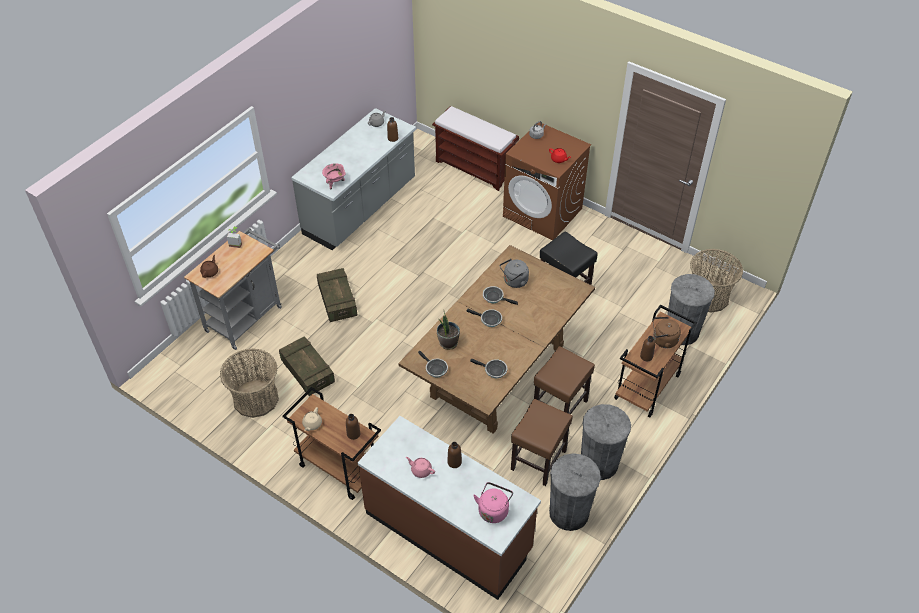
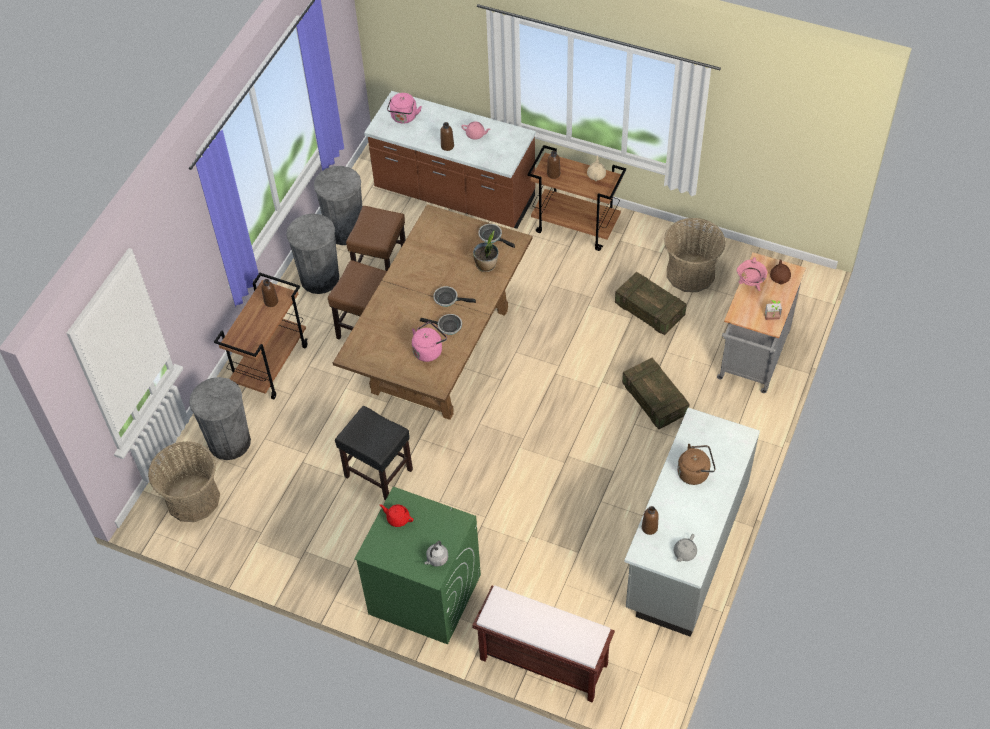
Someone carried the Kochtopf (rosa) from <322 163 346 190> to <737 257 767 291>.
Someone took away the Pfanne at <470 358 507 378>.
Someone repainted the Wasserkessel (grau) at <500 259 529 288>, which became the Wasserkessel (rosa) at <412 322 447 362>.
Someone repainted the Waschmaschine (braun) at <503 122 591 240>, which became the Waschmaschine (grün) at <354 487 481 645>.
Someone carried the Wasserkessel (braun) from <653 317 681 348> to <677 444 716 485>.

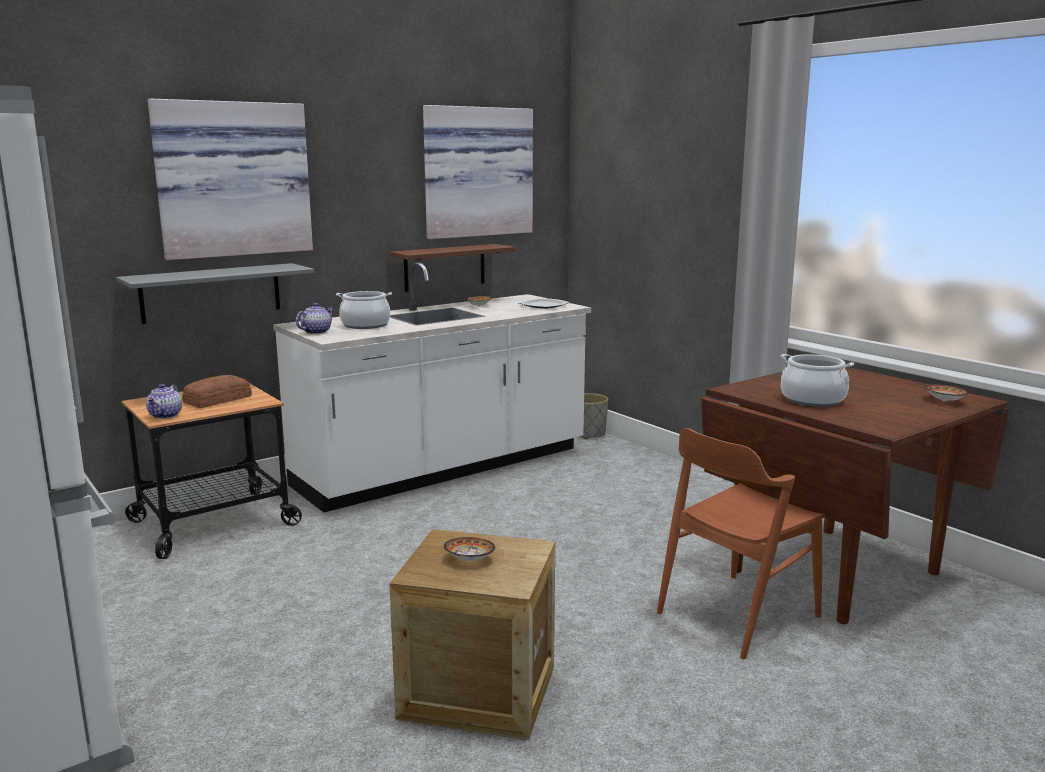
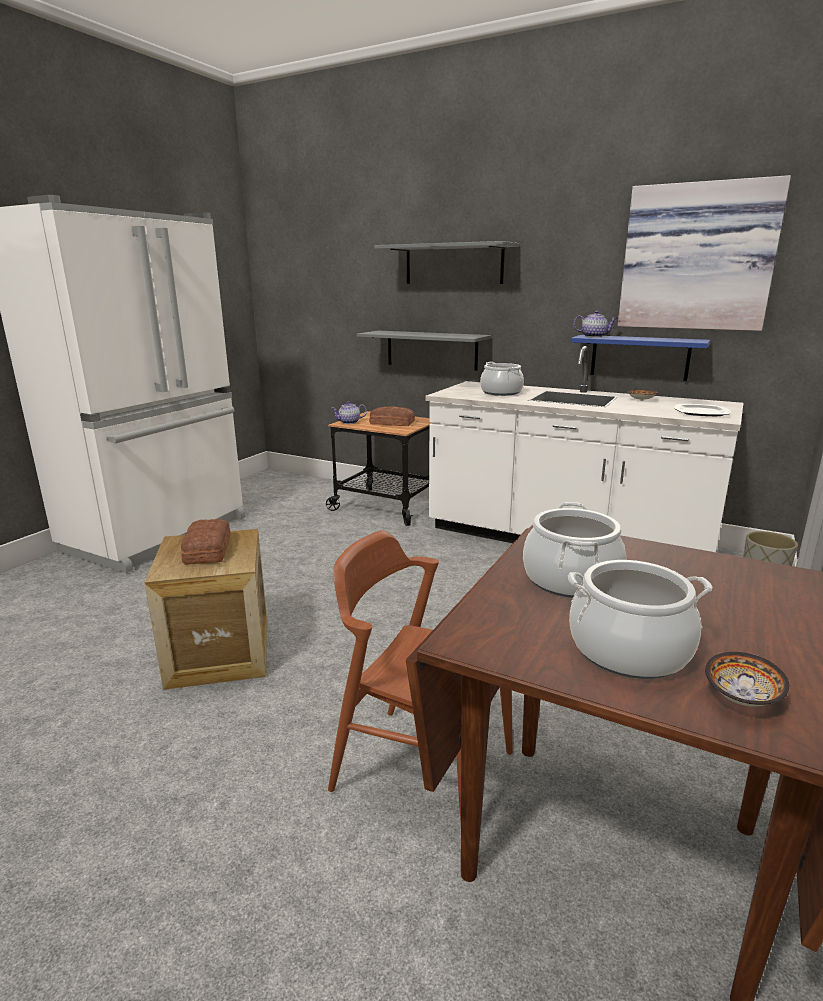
Someone swapped the Bild at <148 99 313 260> for the Wandregal (grau) at <374 241 519 284>.
Someone carried the Teekanne from <296 303 335 334> to <573 311 617 338>.
Someone repainted the Wandregal (braun) at <390 244 516 292>, which became the Wandregal (blau) at <571 335 711 381>.
Someone swapped the Schüssel at <444 537 495 561> for the Brot at <181 519 231 565>.
Someone put down the Kochtopf at <568 560 712 679>.

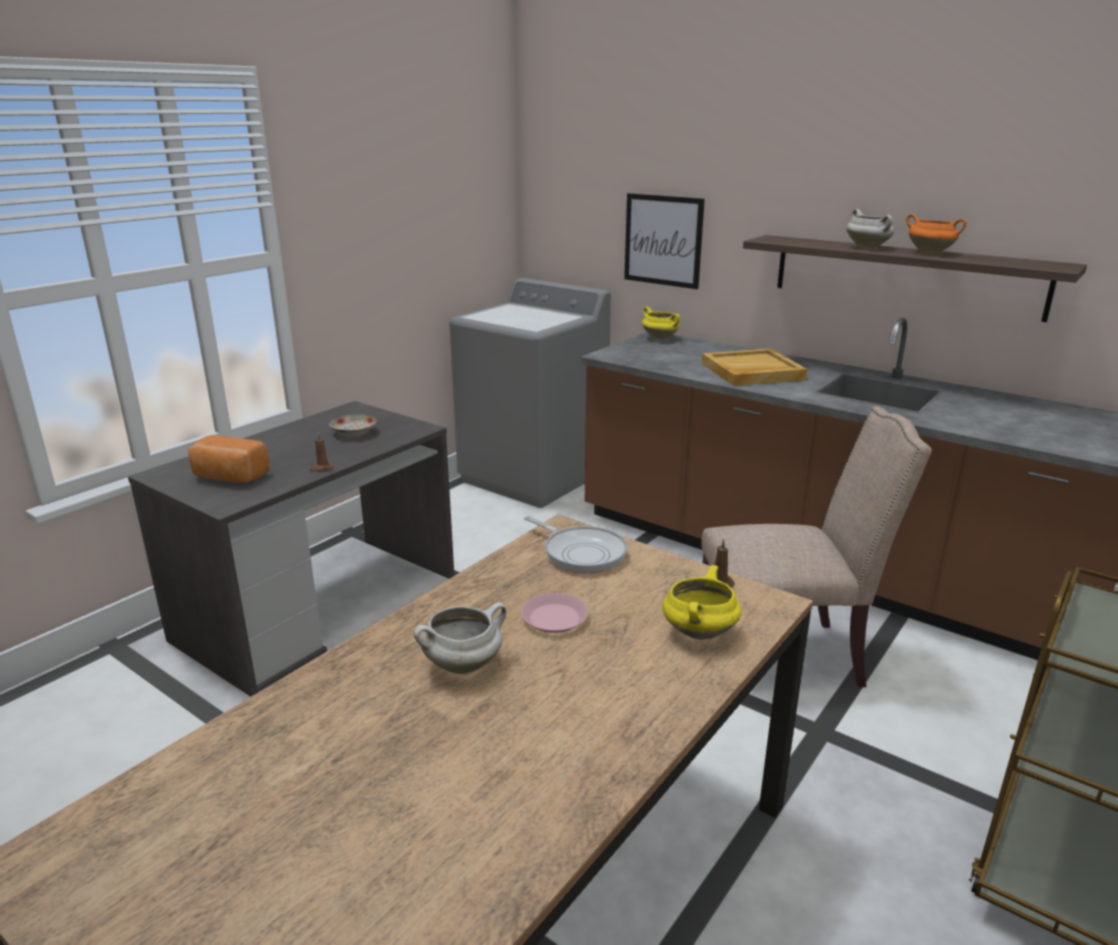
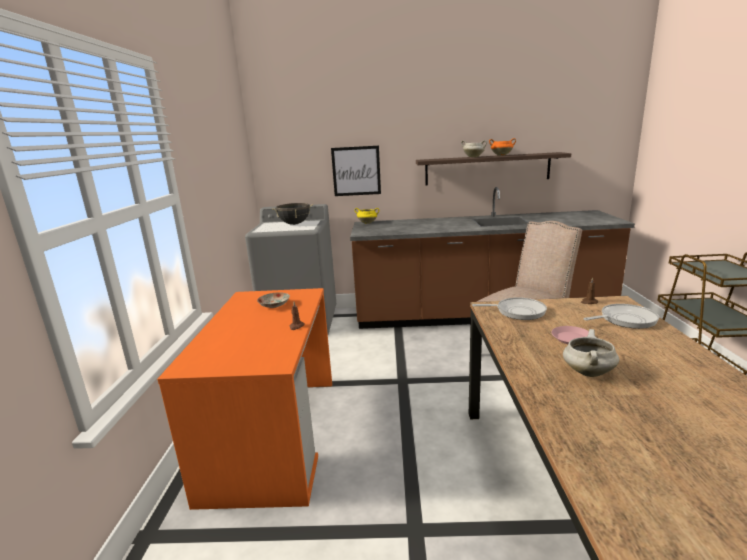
Someone repainted the Schreibtisch (grau) at <128 401 454 697>, which became the Schreibtisch (orange) at <157 288 332 510>.
Someone took away the Brot at <188 435 269 483>.
Someone swapped the Kochtopf (gelb) at <663 565 741 640> for the Pfanne at <583 304 659 329>.
Someone took away the Tablett (beige) at <701 349 807 386>.
Someone put down the Kochtopf (schwarz) at <272 203 313 225>.

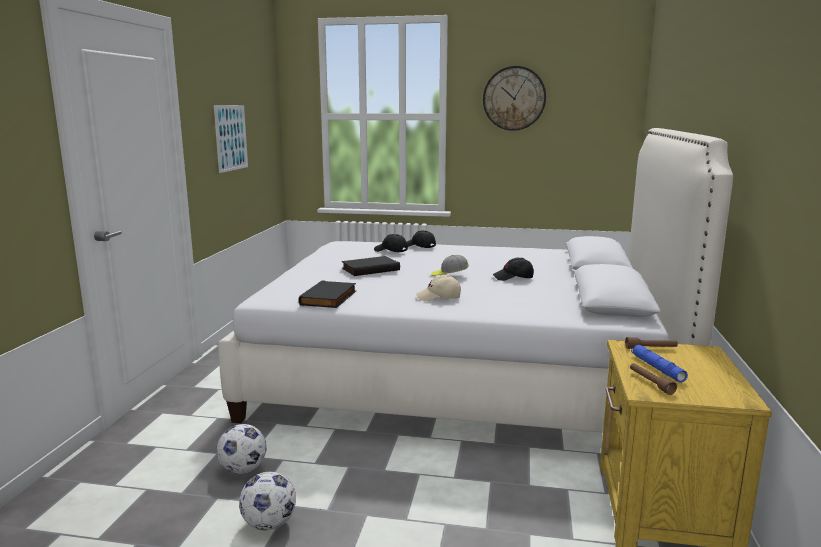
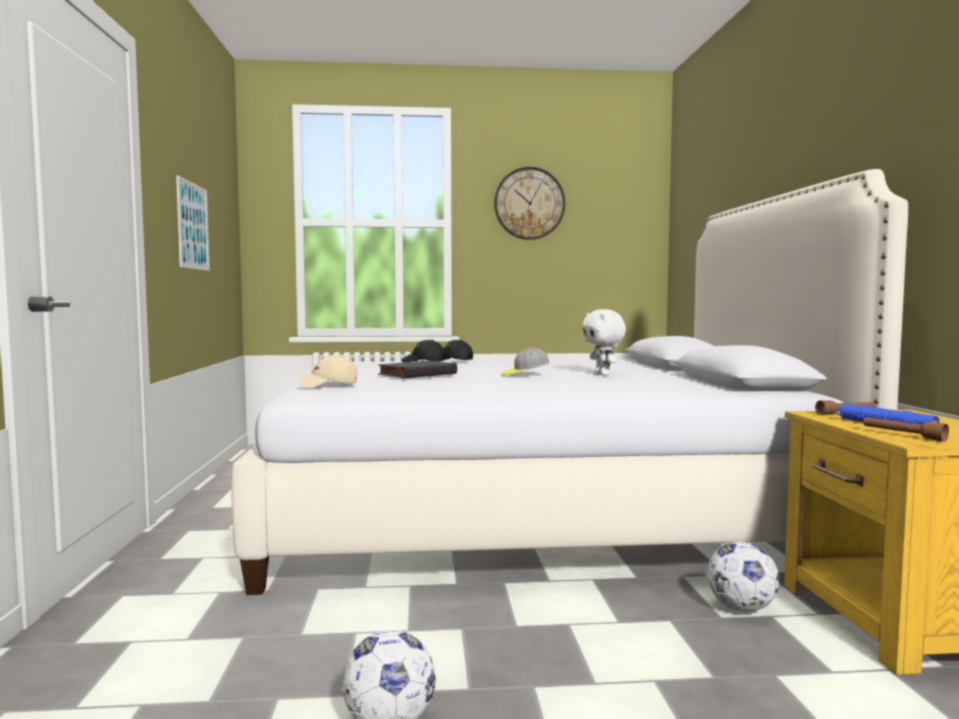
Someone carried the Fußball from <217 424 267 474> to <707 541 780 612>.
Someone took away the Buch (schwarz) at <299 280 356 308>.
Someone carried the Kappe (beige) from <416 275 461 301> to <298 355 358 388>.
Someone swapped the Kappe (schwarz) at <493 258 534 281> for the Plüschtier (weiß) at <582 309 626 375>.

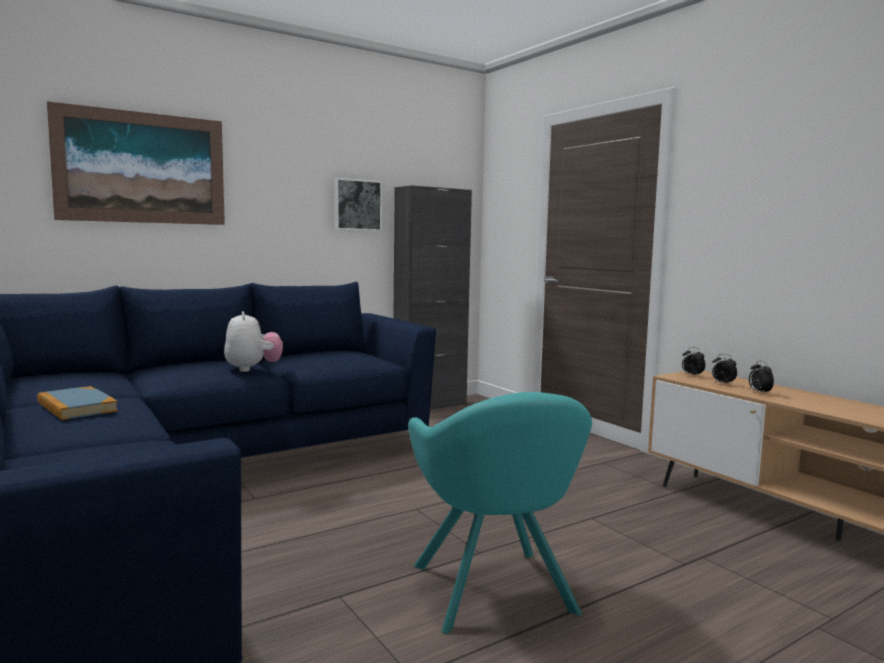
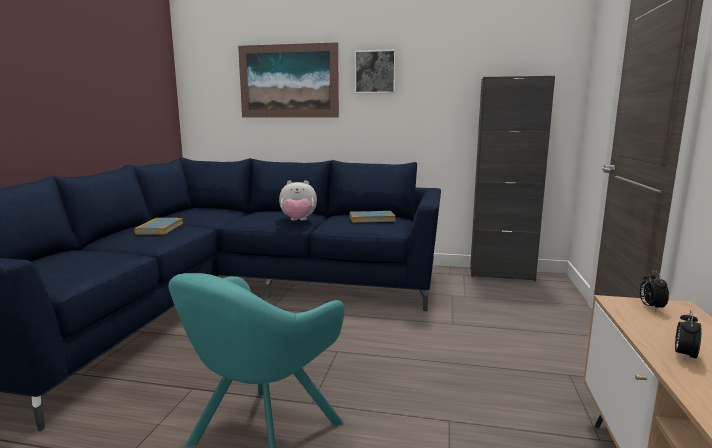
Someone rotated the Plüschtier at <224 311 283 372> by 60 degrees clockwise.
Someone carried the Bild from <334 178 382 231> to <355 49 396 94>.
Someone took away the Wecker at <712 354 737 385>.
Someone put down the Buch at <350 211 396 223>.

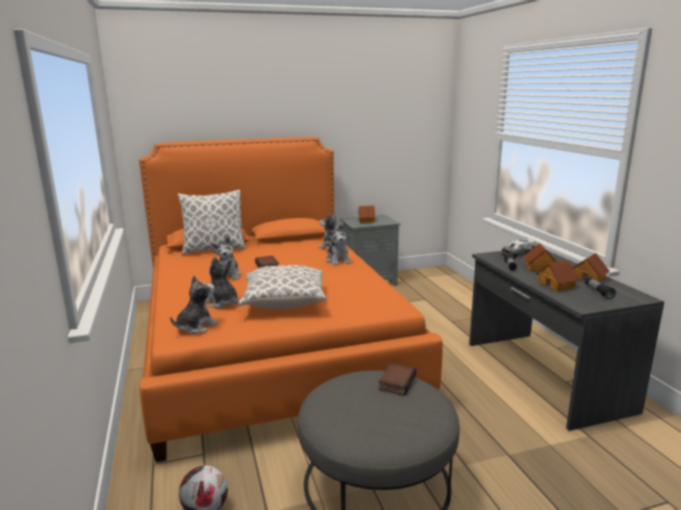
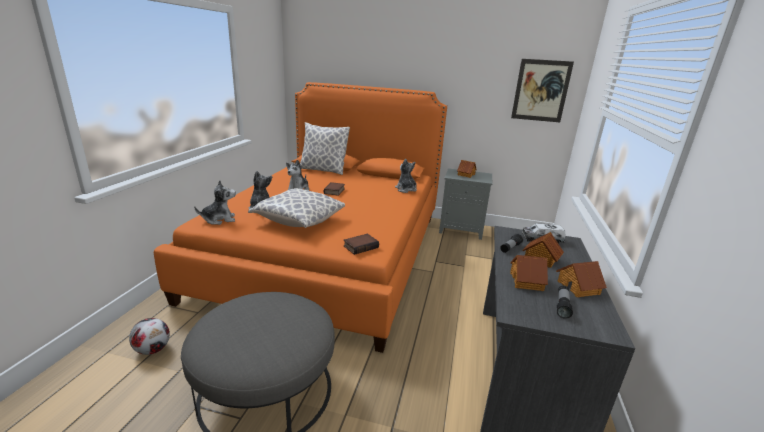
Someone took away the Plüschtier at <326 224 351 266>.
Someone carried the Buch from <378 363 417 396> to <344 234 379 255>.
Someone put up the Bild at <511 59 574 122>.

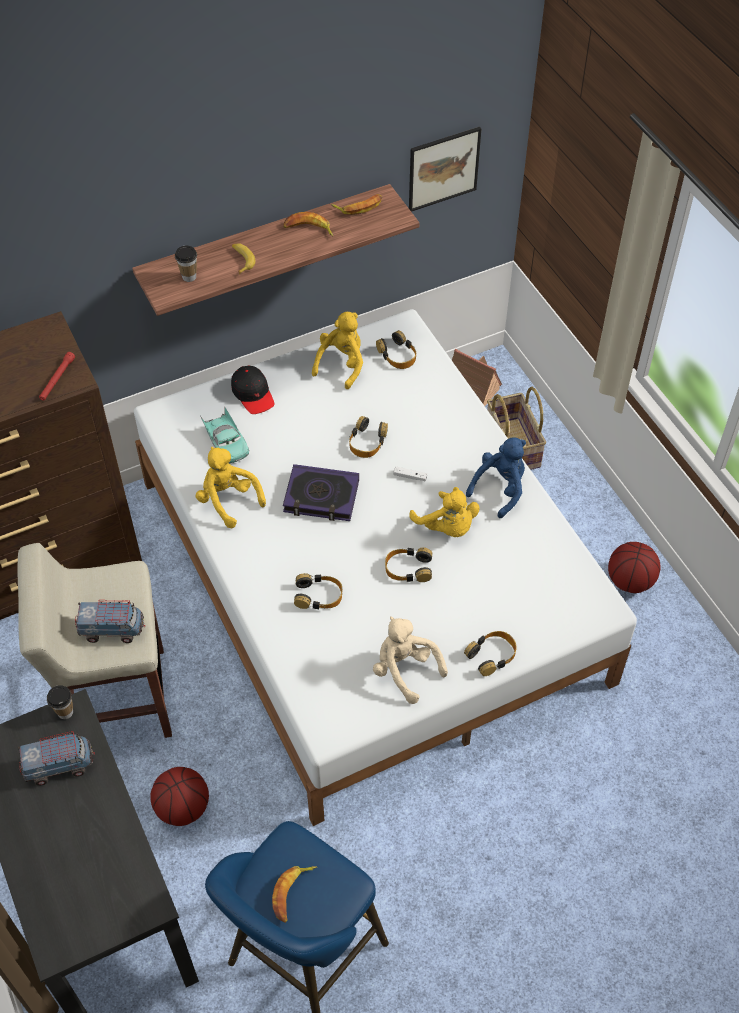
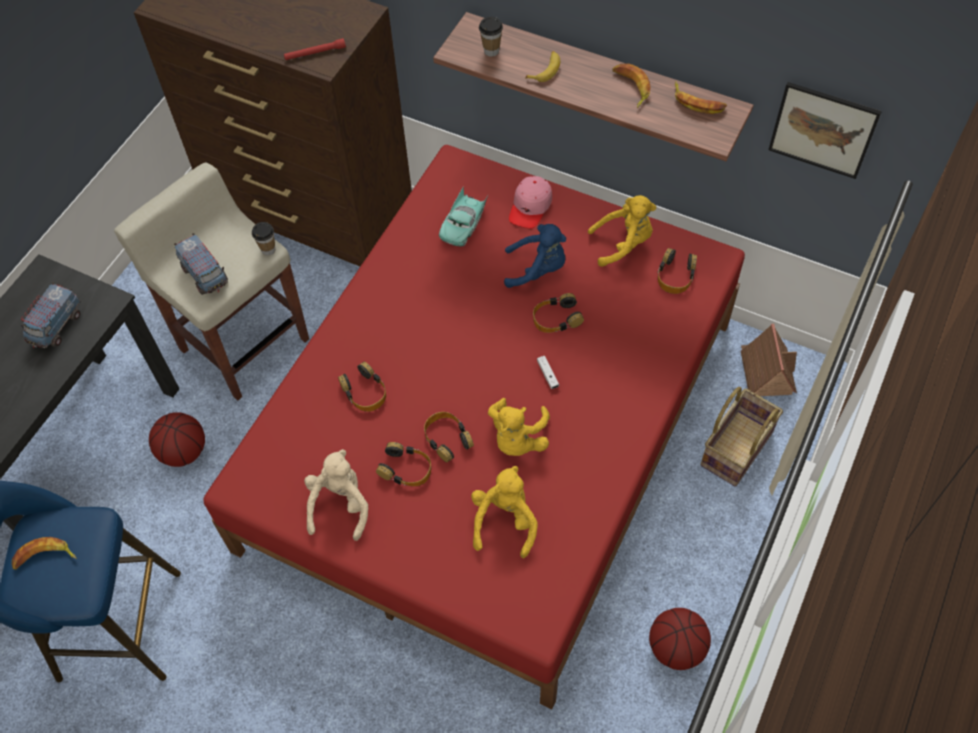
Someone rotated the Spielzeuglaster at <18 731 95 786> by 75 degrees clockwise.
Someone carried the Tasse from <47 685 73 719> to <252 222 275 256>.
Someone repainted the Bett (weiß) at <134 309 637 826>, which became the Bett (rot) at <203 145 745 710>.
Someone carried the Plüschtier (gelb) from <196 447 266 528> to <471 466 538 558>.
Someone repainted the Kappe (schwarz) at <231 365 274 414>, which became the Kappe (rosa) at <509 176 552 229>.
Someone took away the Buch at <283 464 359 521>.
Someone carried the Kopfhörer from <464 631 517 676> to <376 442 431 486>.
Someone carried the Plüschtier (blau) from <466 437 526 518> to <504 224 566 288>.

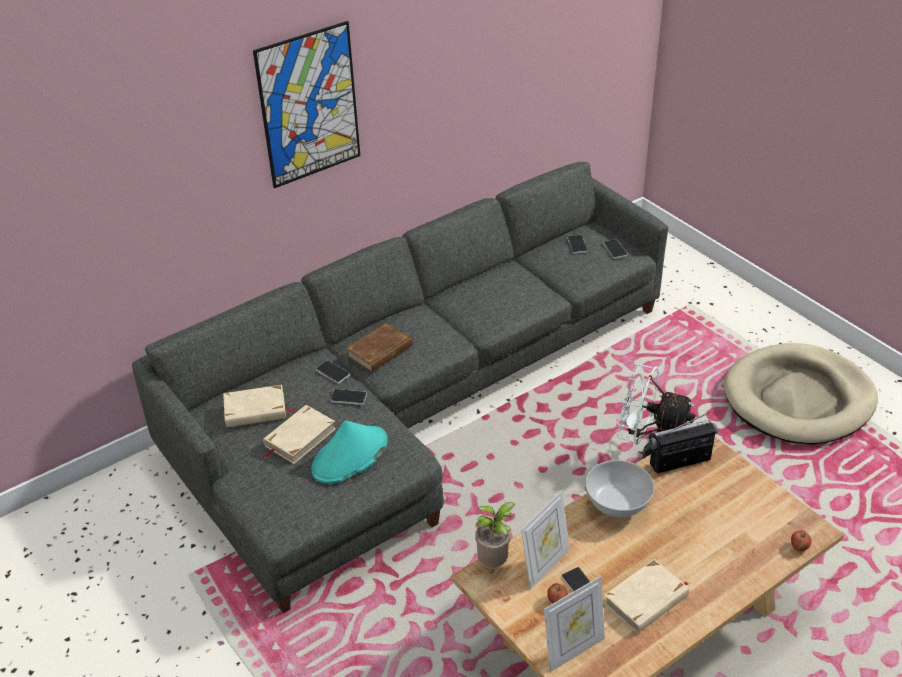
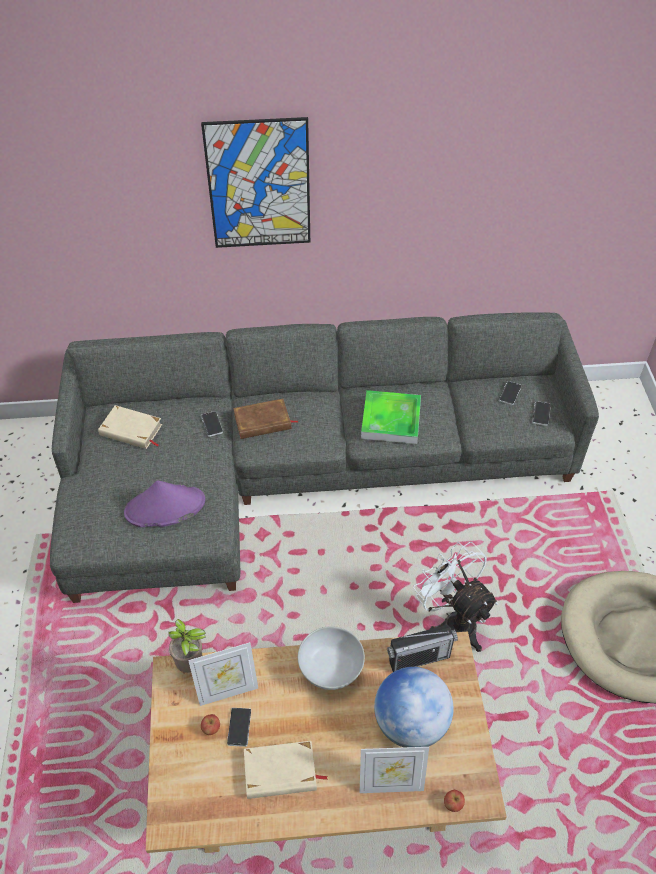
Someone took away the Buch (beige) at <263 405 336 464>.
Someone repainted the Hut (türkis) at <311 420 388 484>, which became the Hut (lila) at <124 480 205 527>.
Someone took away the Handy at <331 389 367 405>.
Someone carried the Bilderrahmen from <544 576 605 672> to <359 747 429 793>.
Someone rotated the Radio at <649 412 718 473> by 150 degrees clockwise.
Someone put down the Tablett at <361 390 421 444>.
Someone put down the Globus at <374 667 454 747>.

